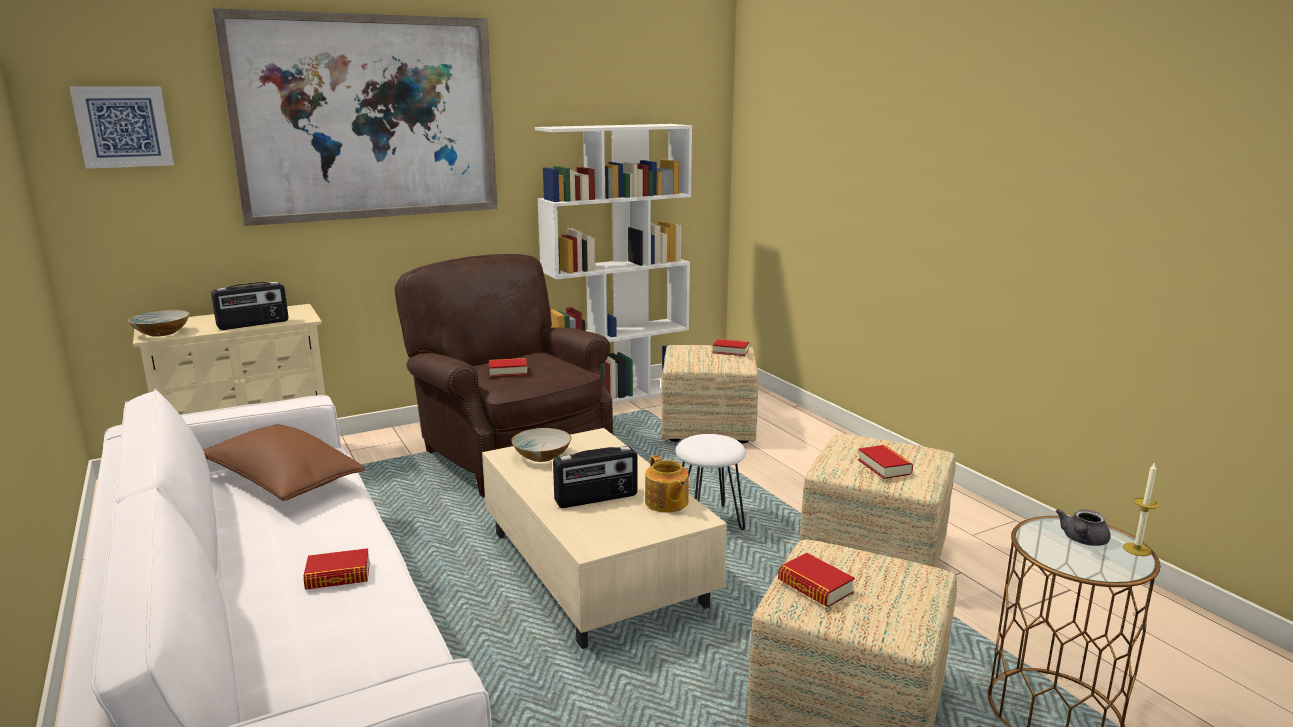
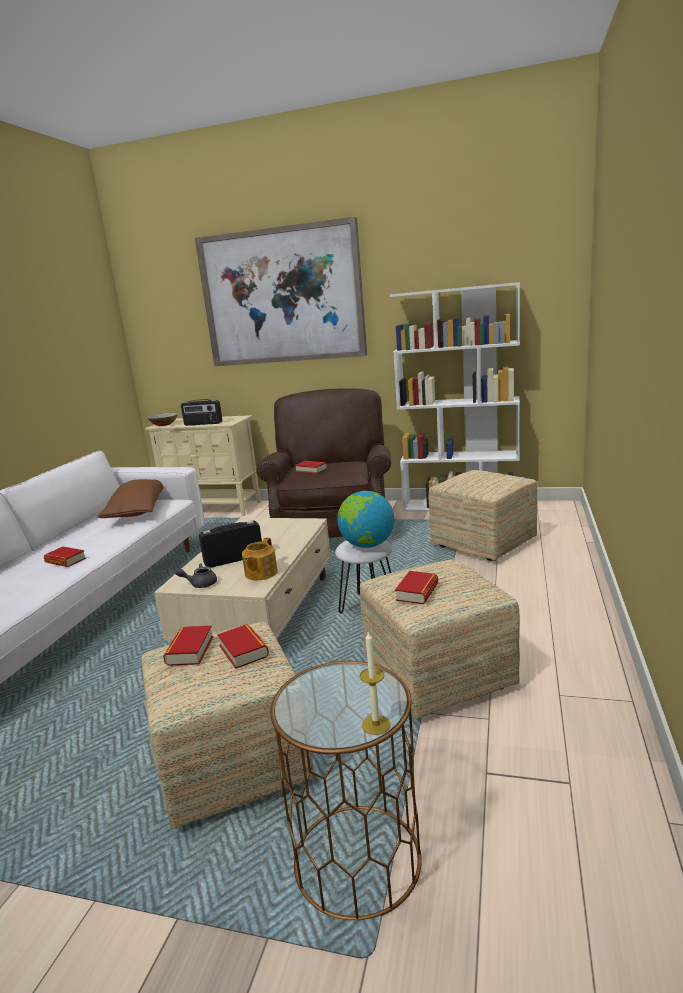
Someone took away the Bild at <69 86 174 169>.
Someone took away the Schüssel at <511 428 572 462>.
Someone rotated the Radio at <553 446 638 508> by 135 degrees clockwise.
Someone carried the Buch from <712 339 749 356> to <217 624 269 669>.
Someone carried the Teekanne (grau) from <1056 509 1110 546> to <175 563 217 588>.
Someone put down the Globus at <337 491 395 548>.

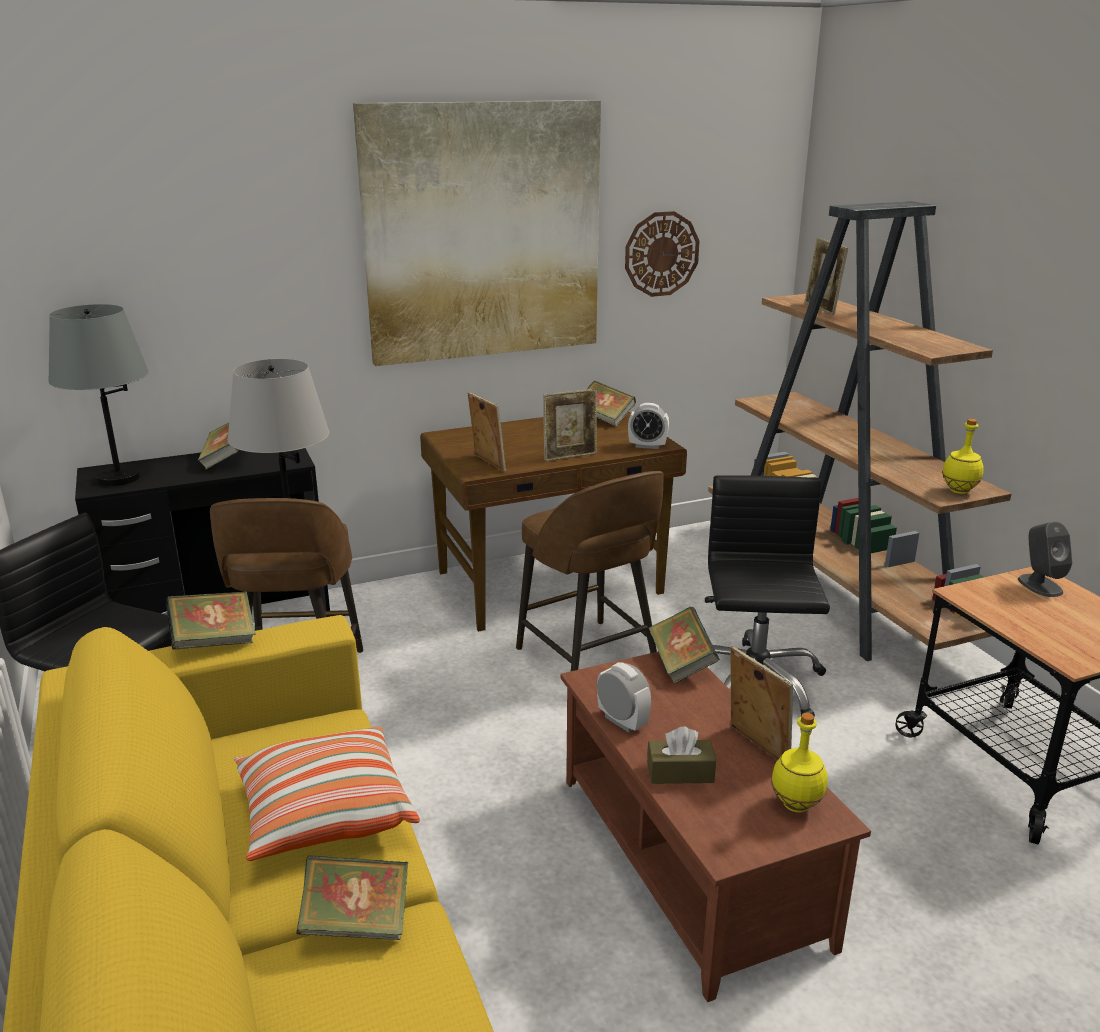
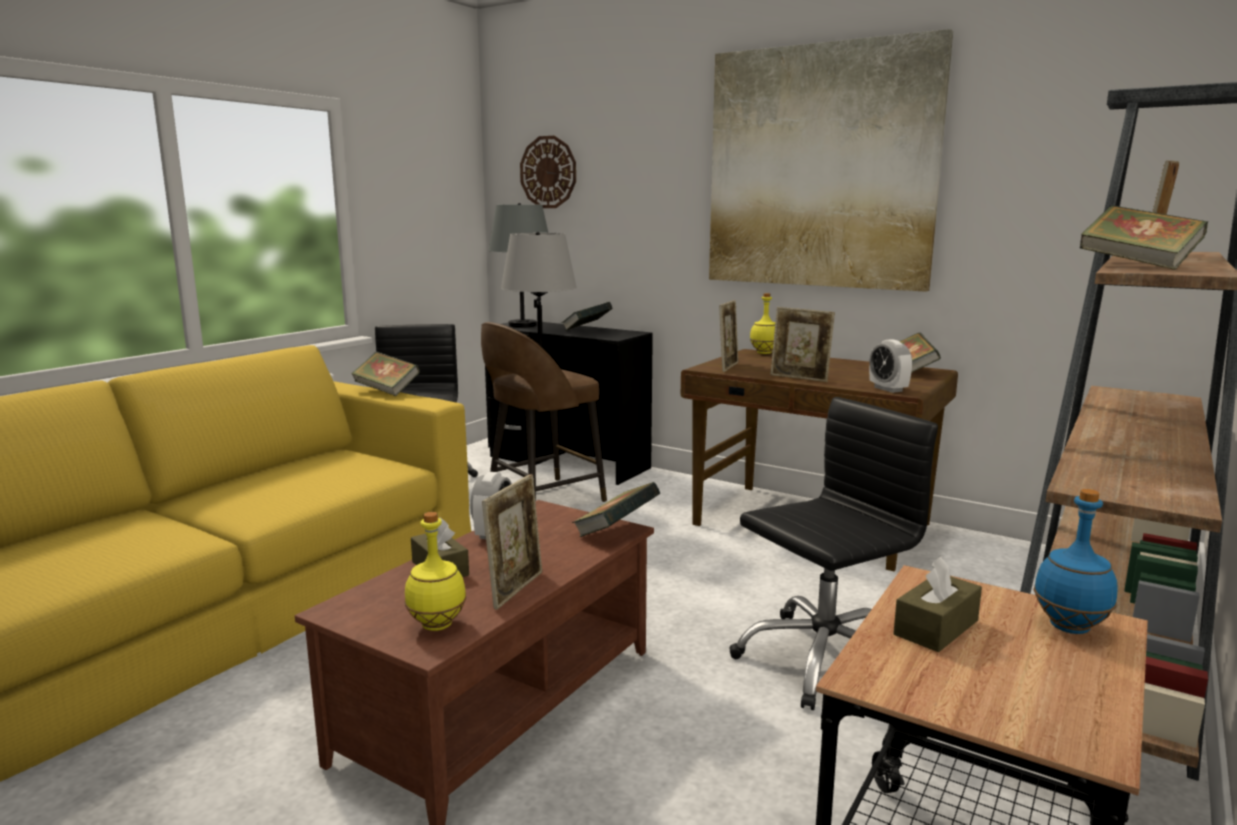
Someone took away the Kissen at <234 726 420 861>.
Someone carried the Buch from <296 855 408 940> to <1079 205 1208 270>.
Someone took away the Hocker (braun) at <516 471 664 671>.
Someone carried the Wanduhr from <625 211 700 297> to <520 136 576 208>.
Someone carried the Flasche (gelb) from <942 419 984 494> to <750 293 775 354>.
Someone swapped the Lautsprecher (grau) at <1018 521 1072 597> for the Flasche (blau) at <1033 489 1118 634>.
Someone put down the Taschentuchbox (braun) at <893 556 982 652>.

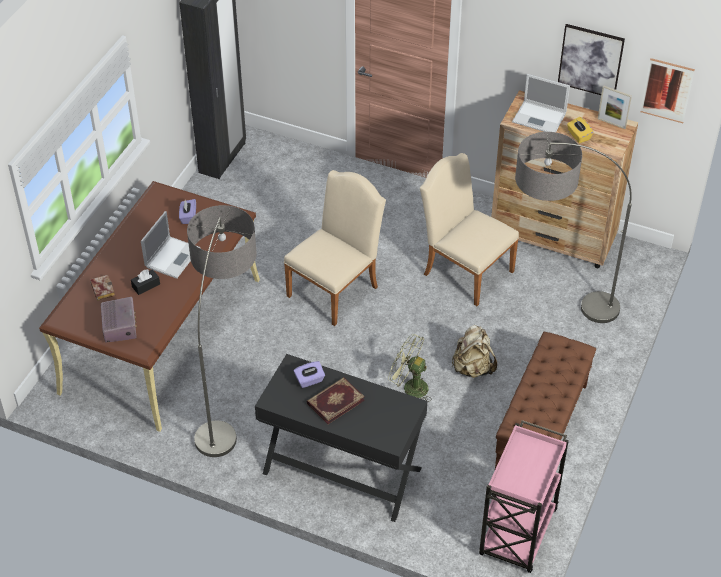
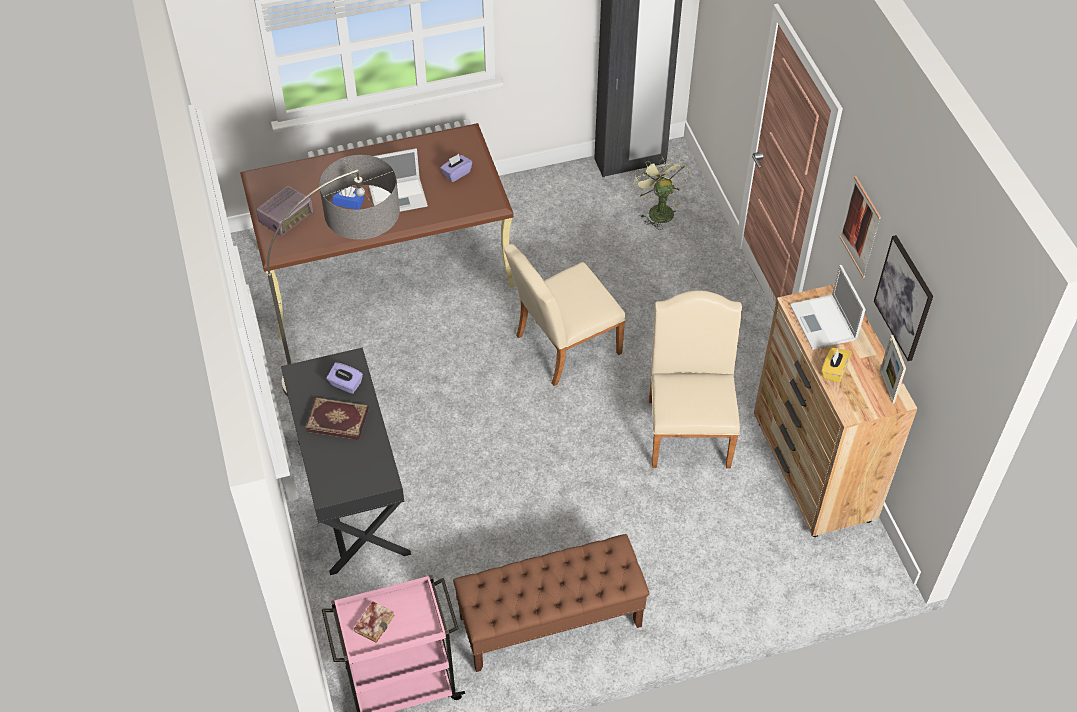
Someone carried the Buch from <90 275 115 301> to <354 601 395 643>.
Someone repainted the Taschentuchbox (schwarz) at <131 269 160 295>, which became the Taschentuchbox (blau) at <332 187 364 210>.
Someone rotated the Stuhl (beige) at <284 170 386 326> by 150 degrees clockwise.
Someone carried the Ventilator (grün) from <388 334 432 401> to <633 156 690 230>.
Someone took away the Rucksack (beige) at <452 325 497 378>.
Someone took away the Stehlampe at <515 132 632 323>.
Someone carried the Bild from <640 58 695 123> to <840 176 881 278>.

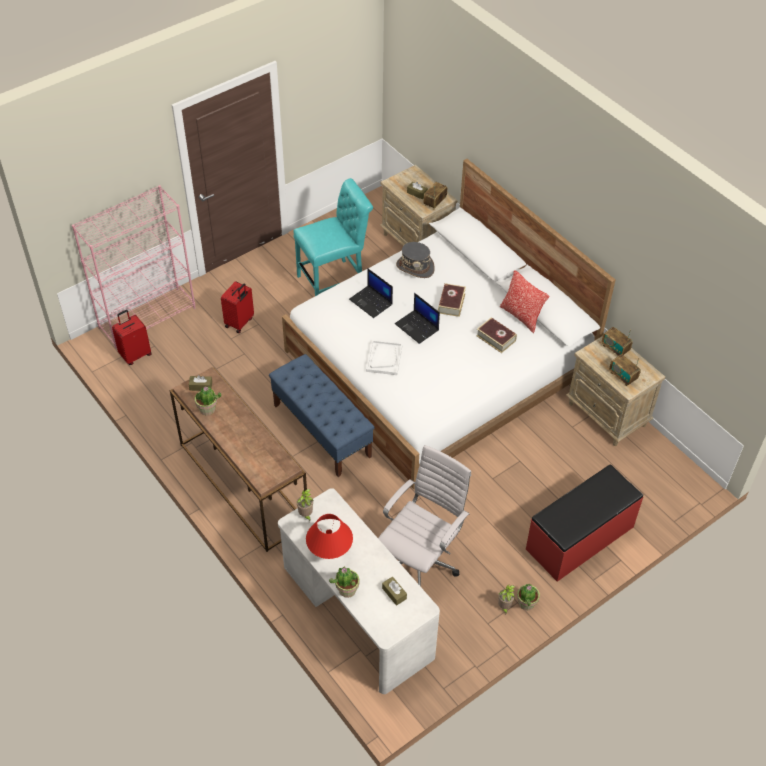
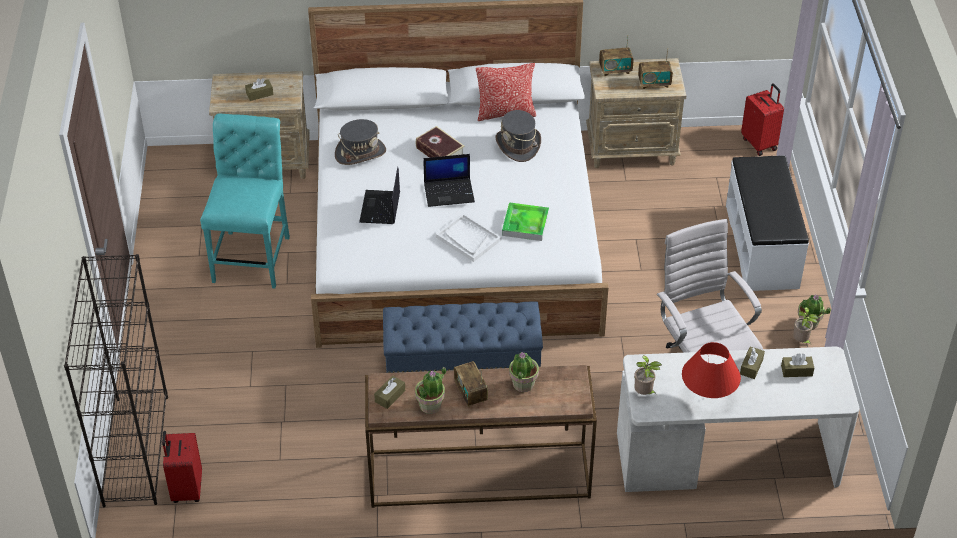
Someone repainted the Bücherregal (rosa) at <72 185 196 349>, which became the Bücherregal (schwarz) at <64 254 168 507>.
Someone carried the Koffer (rot) from <221 281 254 333> to <741 83 784 156>.
Someone carried the Topfpflanze from <329 567 360 598> to <509 352 539 392>.
Someone rotated the Laptop at <349 268 393 318> by 105 degrees clockwise.
Someone carried the Radio from <424 182 447 209> to <454 361 488 407>.
Someone swapped the Buch at <476 317 517 353> for the Hut (grau) at <495 110 541 162>.
Someone repainted the Bank (rot) at <526 465 643 582>, which became the Bank (weiß) at <726 155 809 291>.
Someone put down the Tablett at <502 202 549 241>.
Someone put down the Taschentuchbox (braun) at <740 347 765 379>.

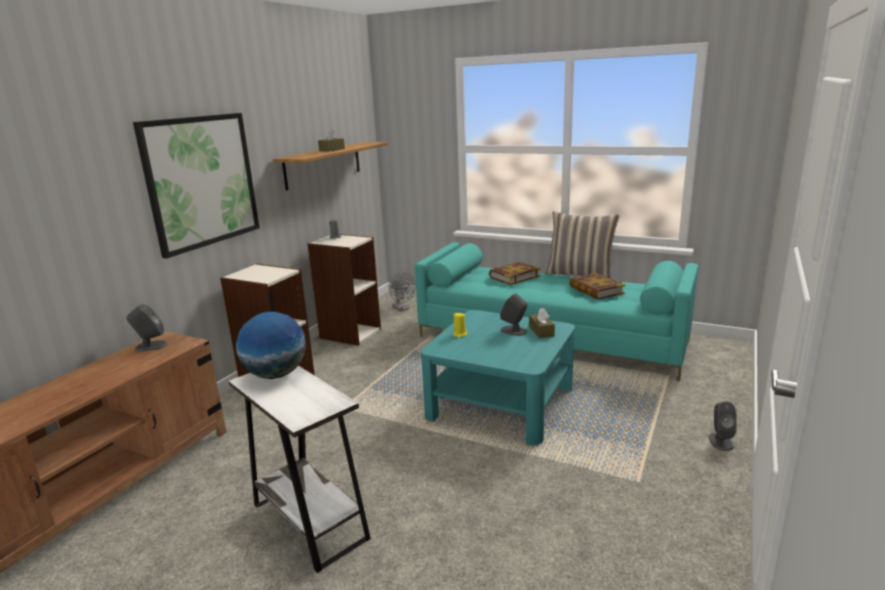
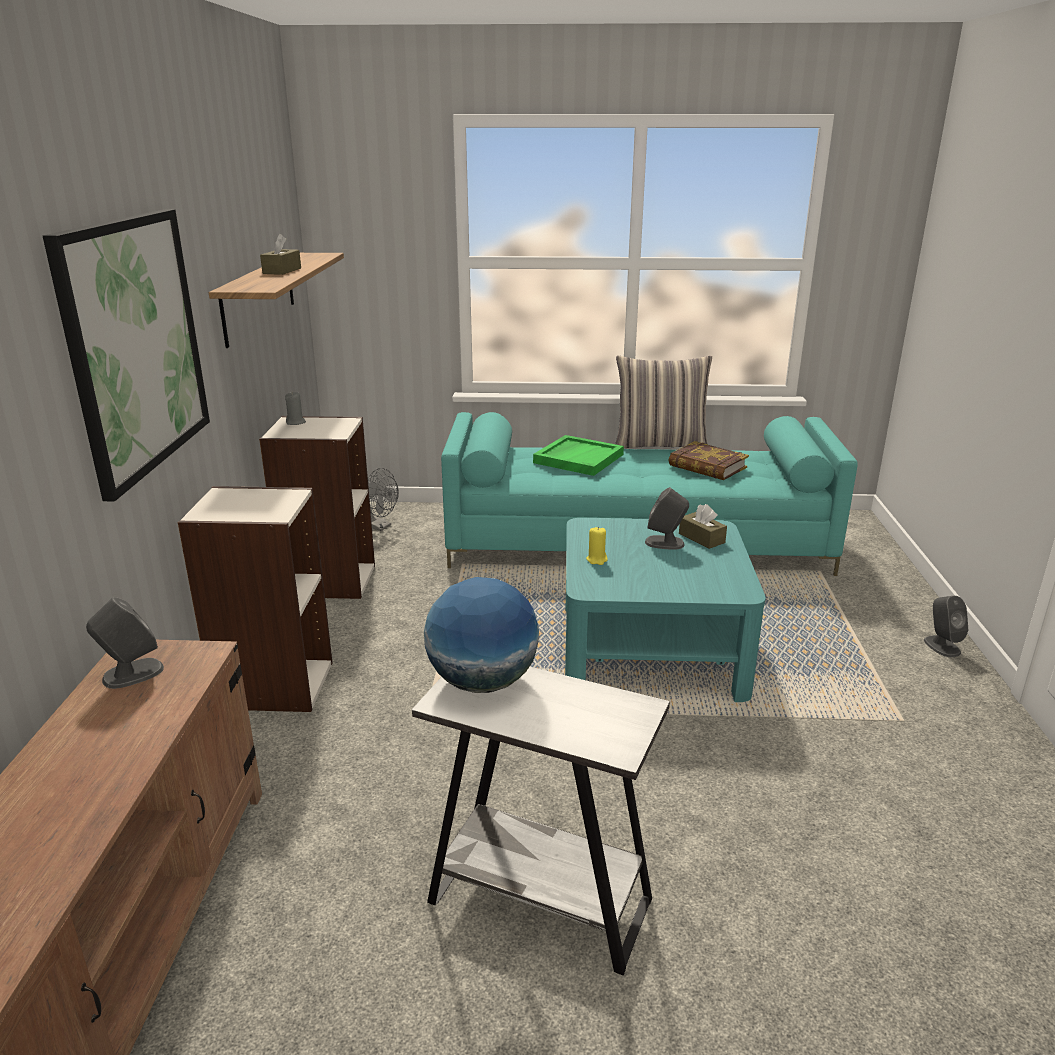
Someone swapped the Buch at <489 262 541 285> for the Tablett (grün) at <533 435 624 476>.

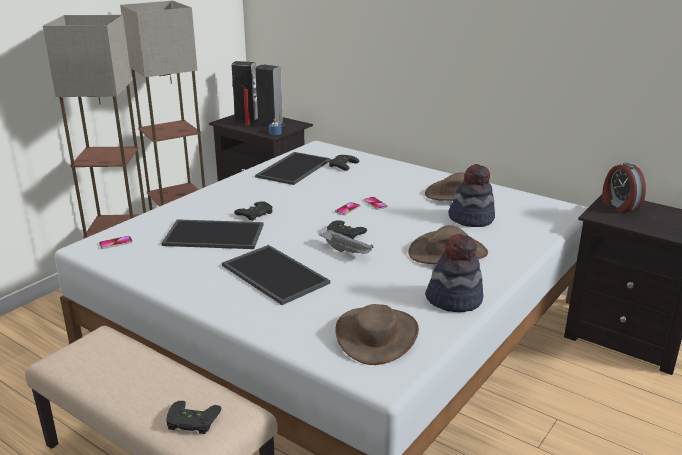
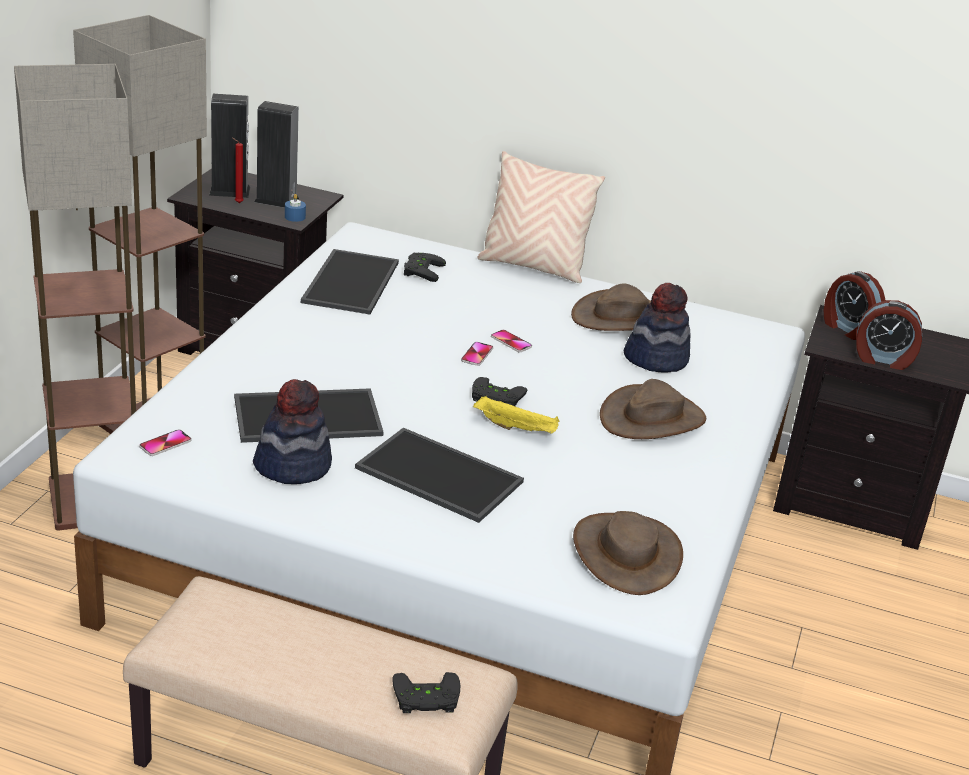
Someone took away the Gamepad (schwarz) at <234 201 272 221>.
Someone repainted the Tablett (grau) at <319 230 373 254>, which became the Tablett (gelb) at <473 396 559 433>.
Someone carried the Hut from <425 234 484 312> to <253 379 332 484>.
Someone put down the Kissen (beige) at <477 151 605 283>.
Someone put down the Wecker at <856 300 922 370>.

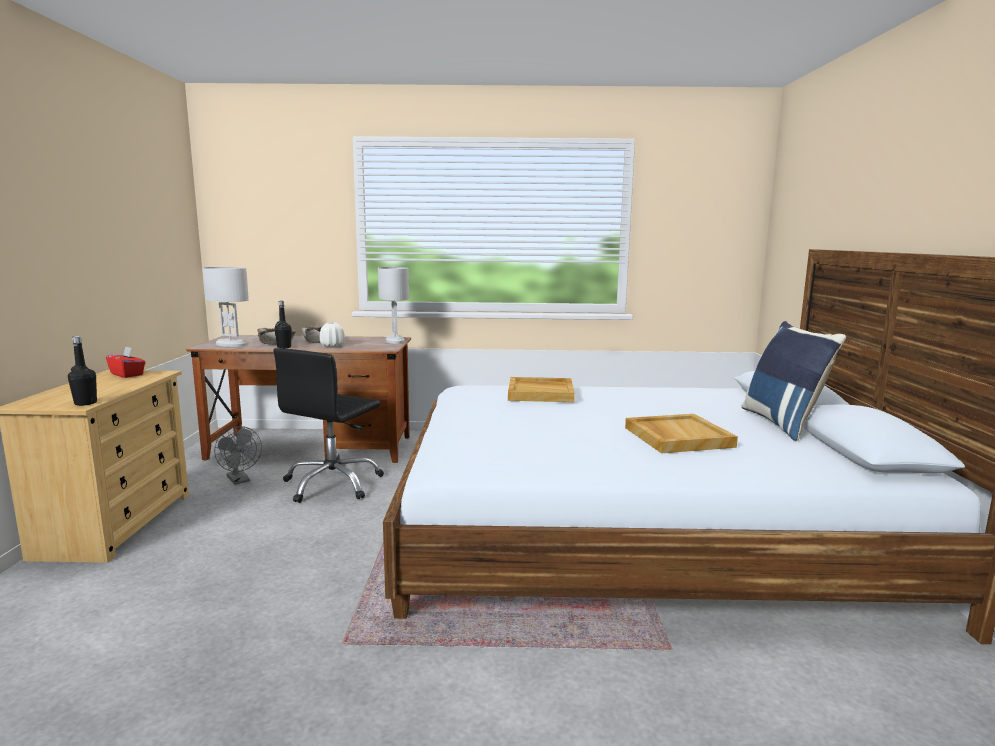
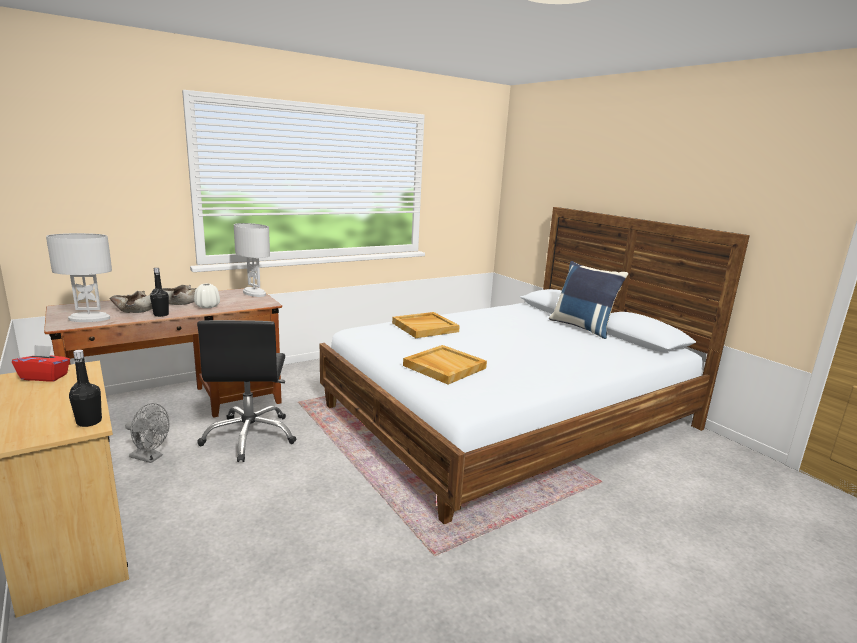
Someone carried the Tablett (beige) from <625 414 738 453> to <403 345 487 384>.

